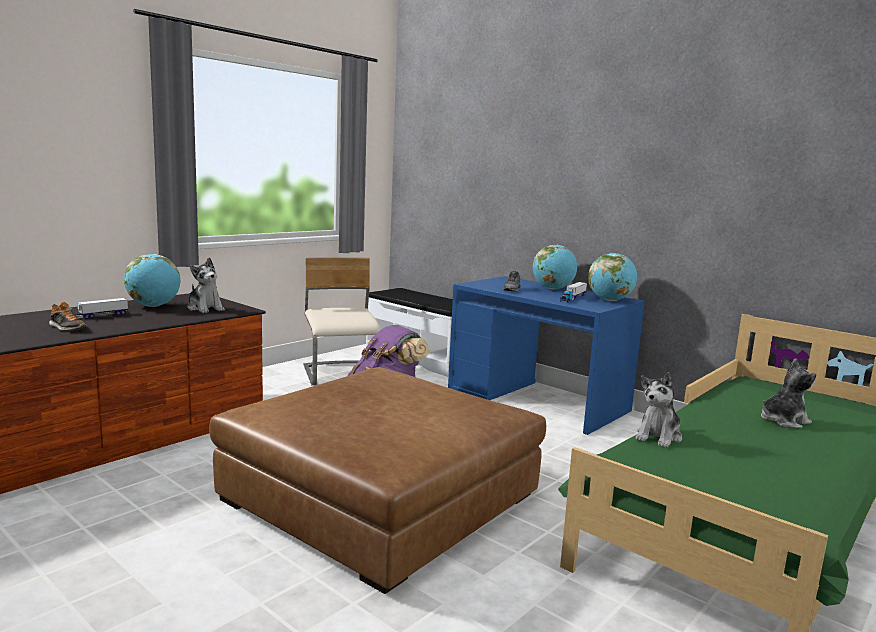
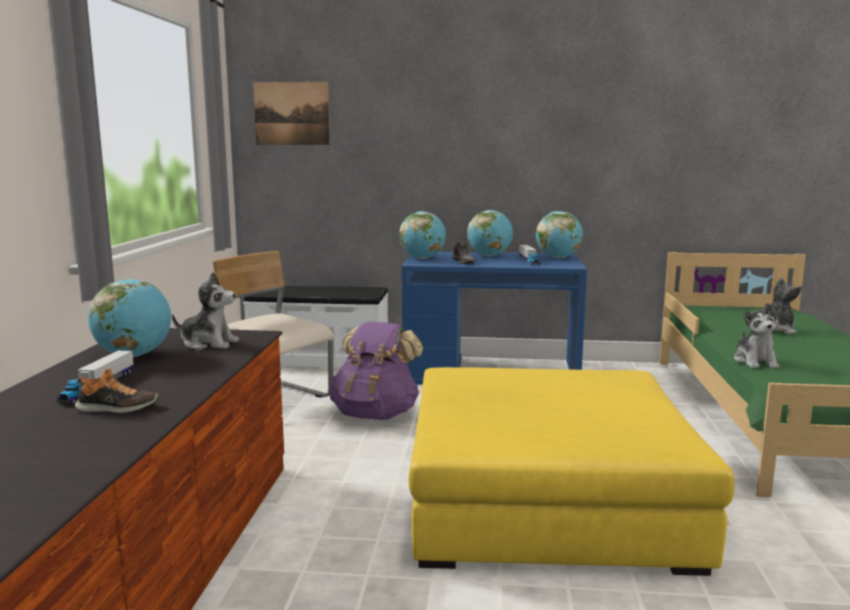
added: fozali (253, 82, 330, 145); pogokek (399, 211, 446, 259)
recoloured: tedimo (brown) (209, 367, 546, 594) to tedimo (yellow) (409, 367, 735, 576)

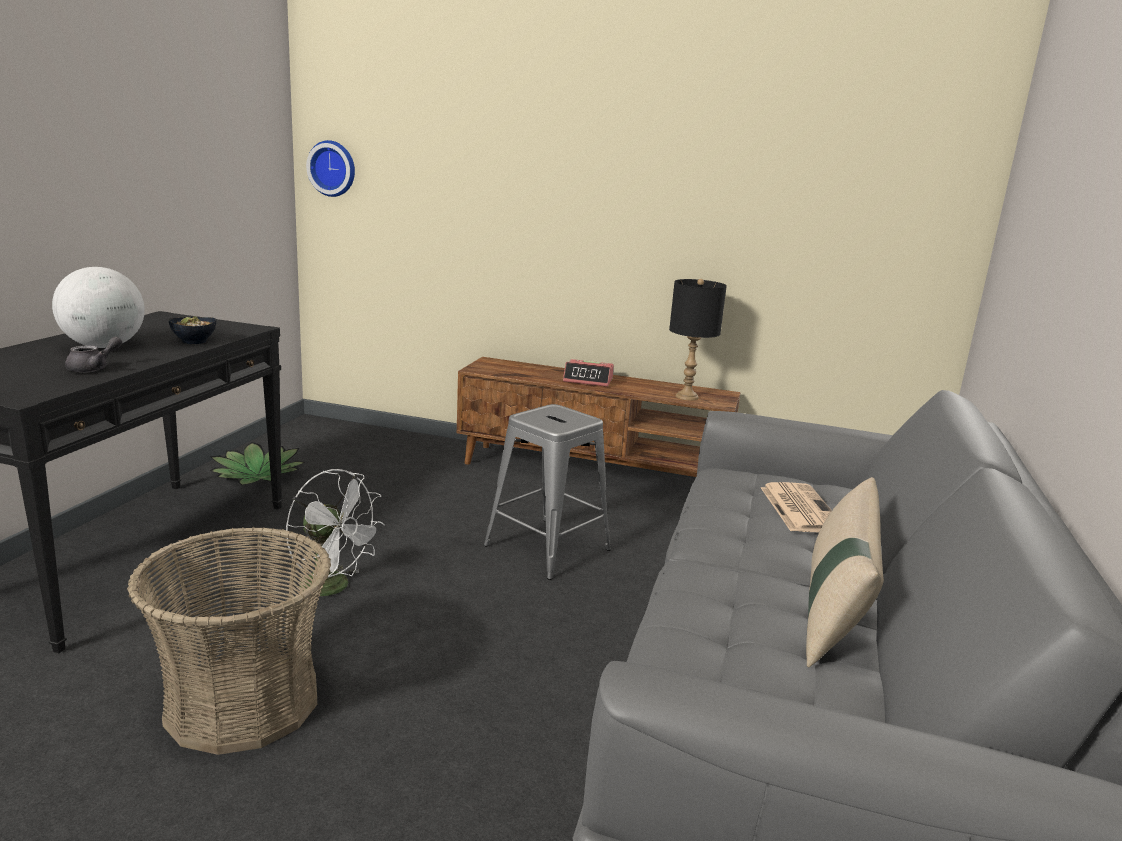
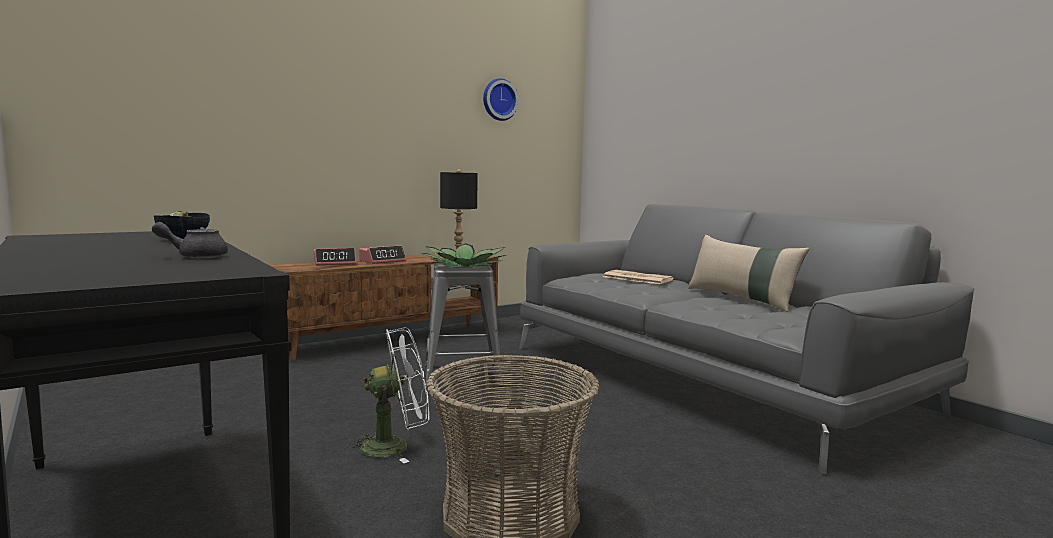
removed: pogokek (52, 267, 145, 348)
added: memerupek (314, 248, 356, 266)
moved: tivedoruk (210, 442, 305, 485) to (423, 243, 506, 267); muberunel (306, 140, 355, 197) to (483, 78, 519, 121)
turned: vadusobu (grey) (65, 336, 122, 373) = (152, 222, 228, 258) 90 degrees counterclockwise

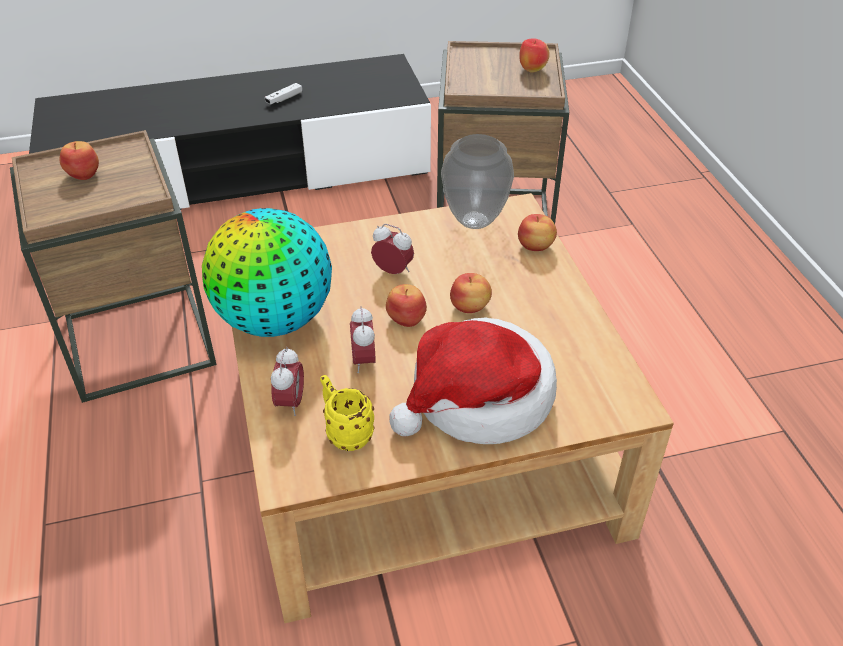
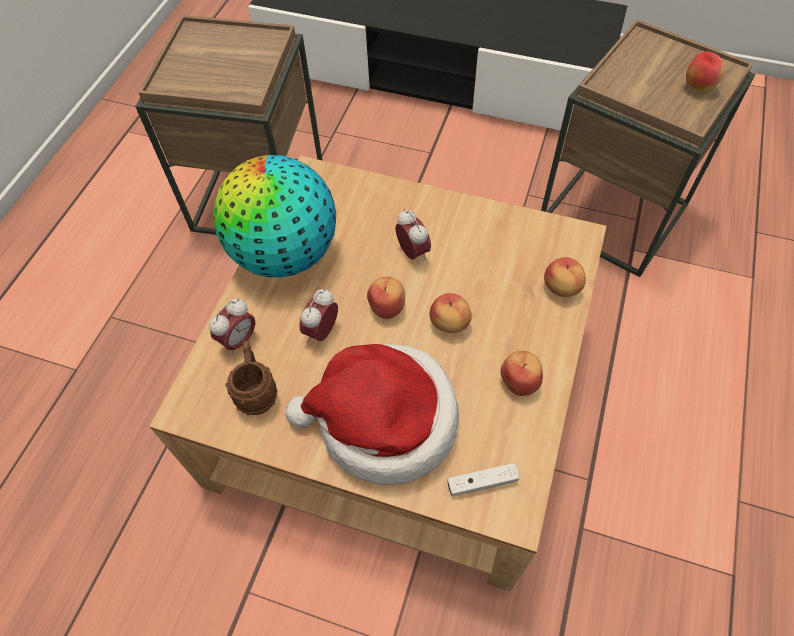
removed: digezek (441, 134, 514, 229)
moved: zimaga (60, 141, 99, 180) to (500, 351, 543, 396); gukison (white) (265, 83, 302, 105) to (447, 463, 520, 496)
recoloured: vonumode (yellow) (320, 375, 375, 451) to vonumode (brown) (226, 341, 278, 415)

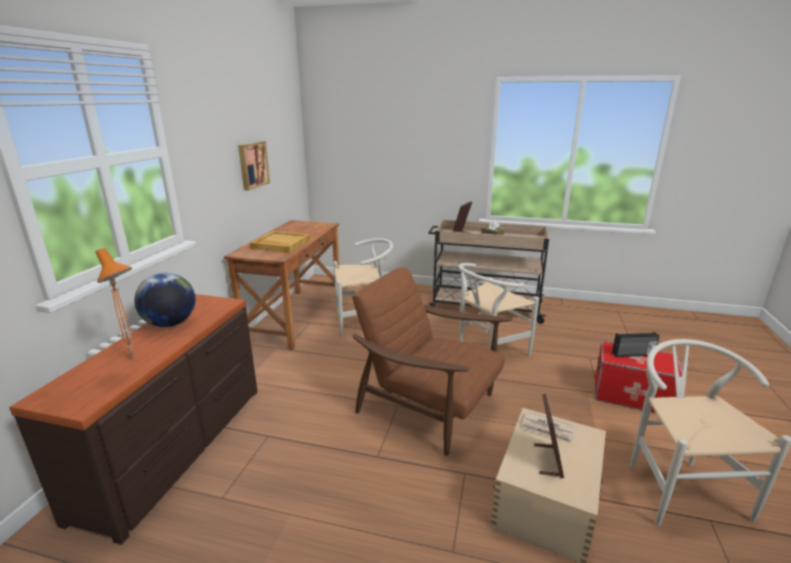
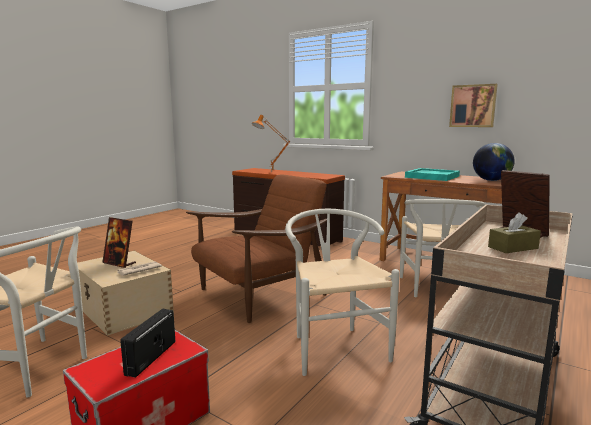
moved: pogokek (134, 273, 195, 327) to (473, 143, 515, 181)
recoloured: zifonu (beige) (249, 231, 310, 253) to zifonu (turquoise) (405, 168, 460, 181)

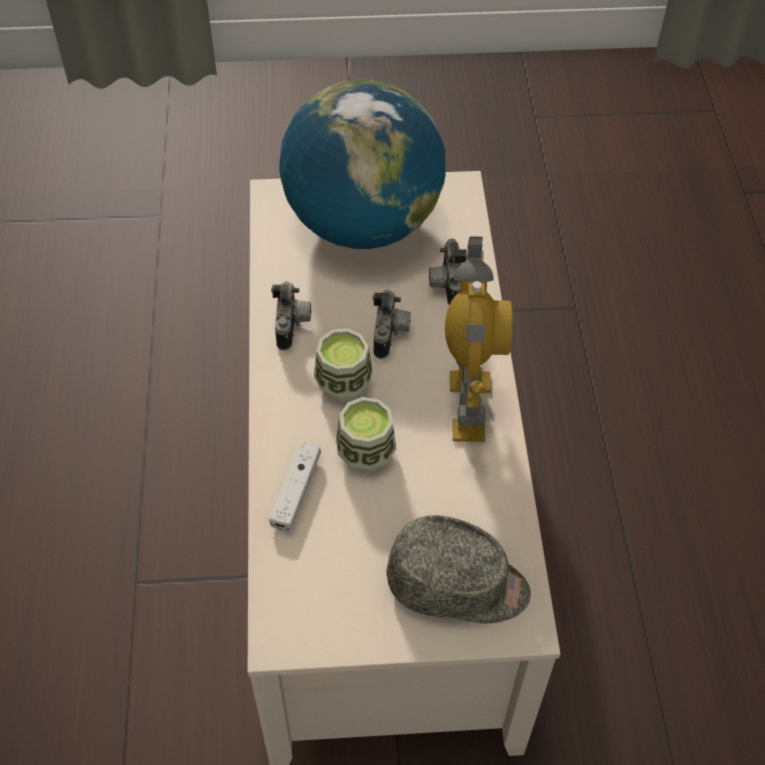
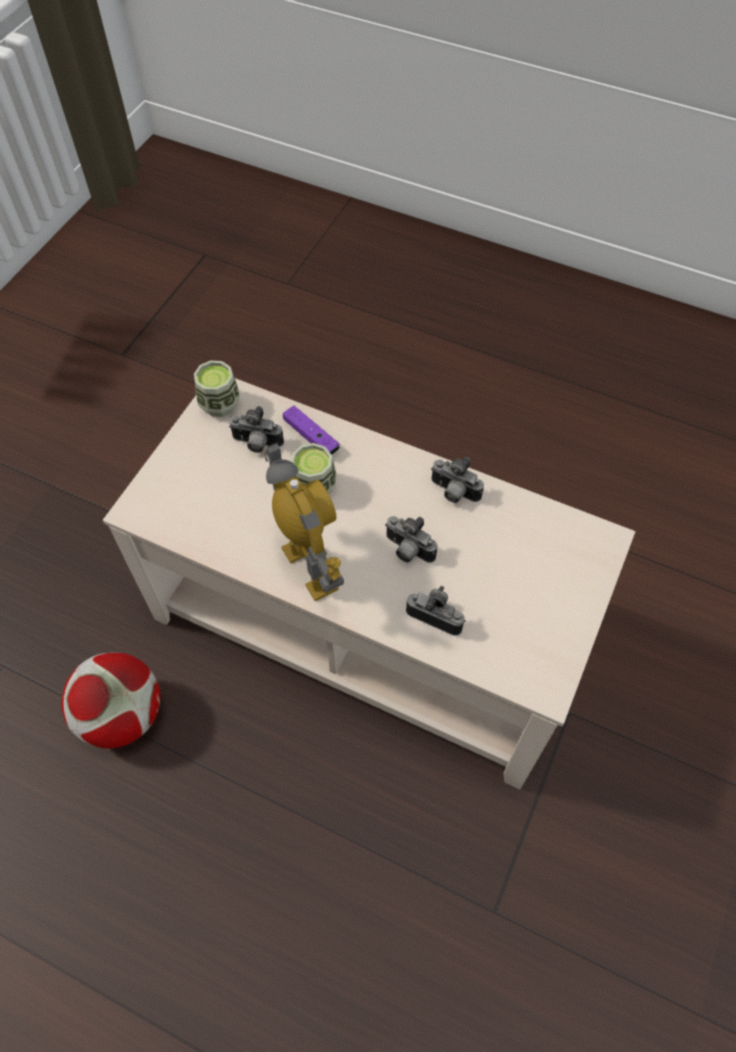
removed: pogokek (279, 79, 445, 249); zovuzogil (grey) (386, 515, 531, 624)
added: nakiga (61, 652, 160, 748); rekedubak (229, 406, 284, 453)
moved: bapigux (314, 328, 373, 402) to (194, 360, 240, 417)
recoloured: gukison (white) (269, 442, 321, 532) to gukison (purple) (283, 406, 340, 455)
turned: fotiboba (445, 236, 513, 442) = (265, 442, 344, 601) 150 degrees counterclockwise

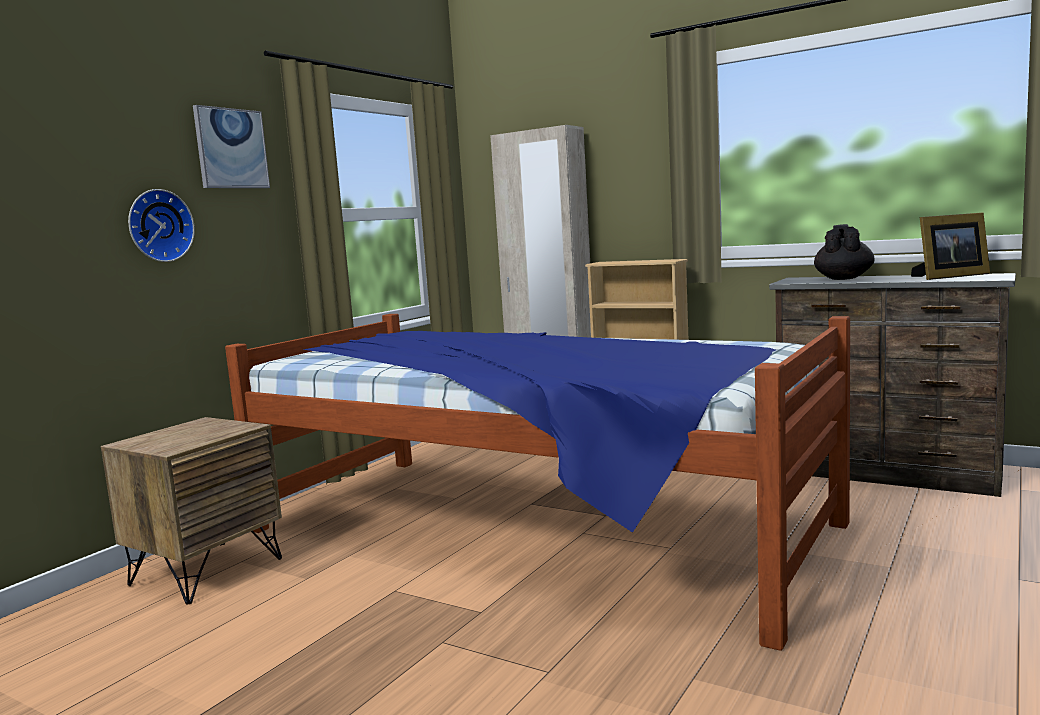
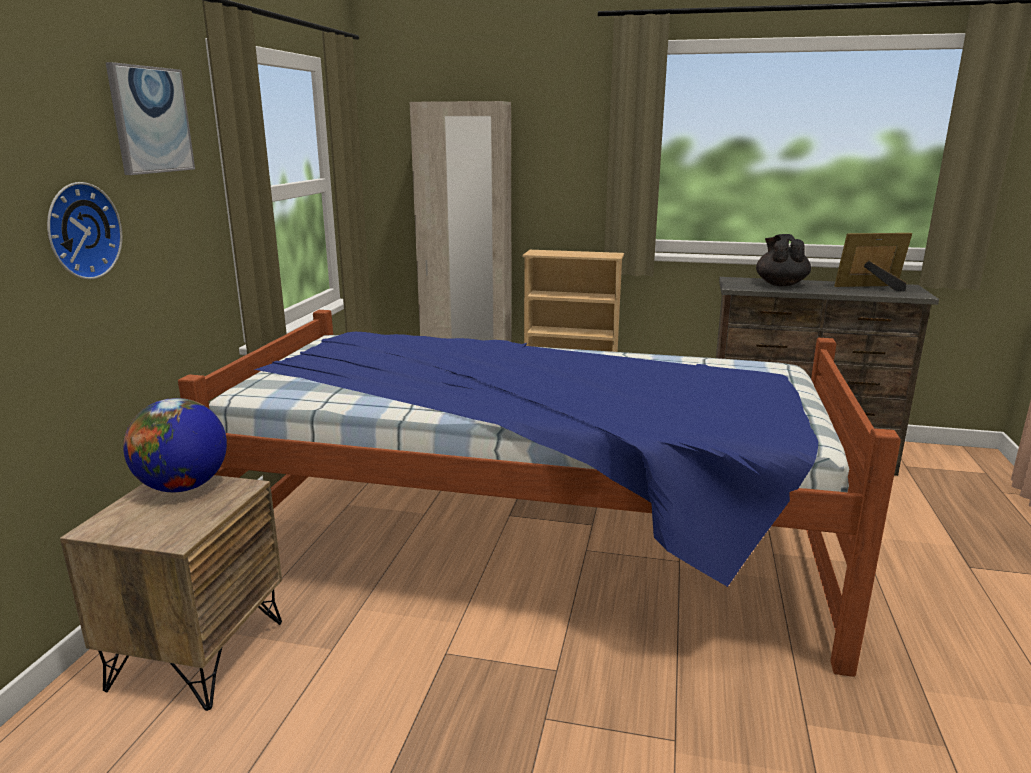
added: pogokek (123, 398, 227, 492)
turned: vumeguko (911, 212, 990, 280) = (834, 233, 912, 291) 150 degrees counterclockwise

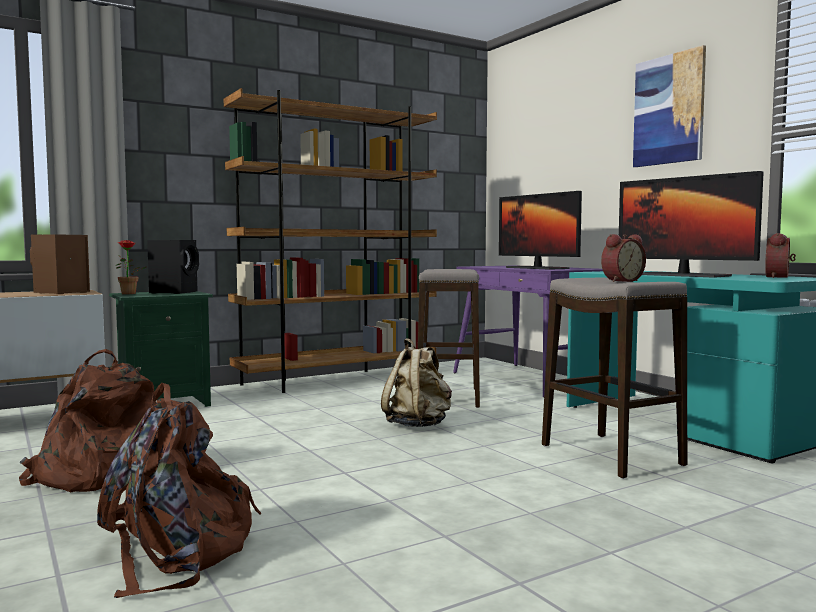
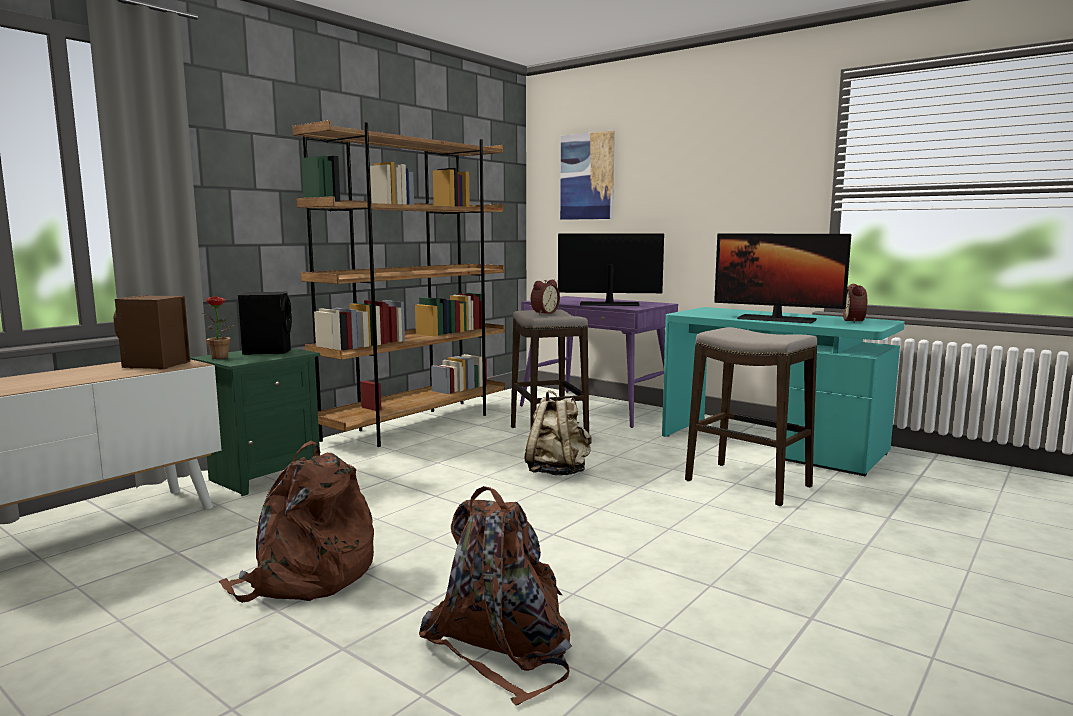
moved: memerupek (601, 234, 646, 282) to (531, 280, 560, 315); fozali (633, 45, 706, 167) to (560, 131, 615, 220)
turned: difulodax (499, 191, 582, 270) = (558, 234, 664, 306) 150 degrees clockwise

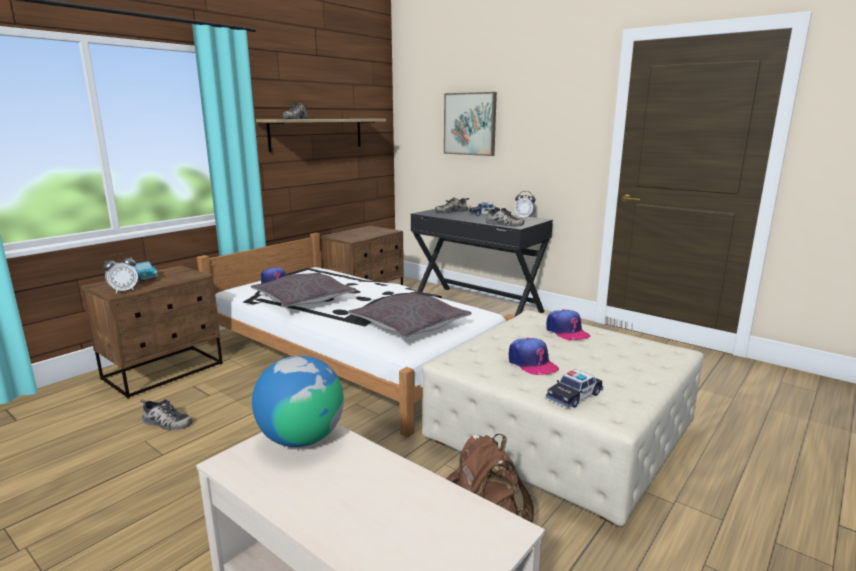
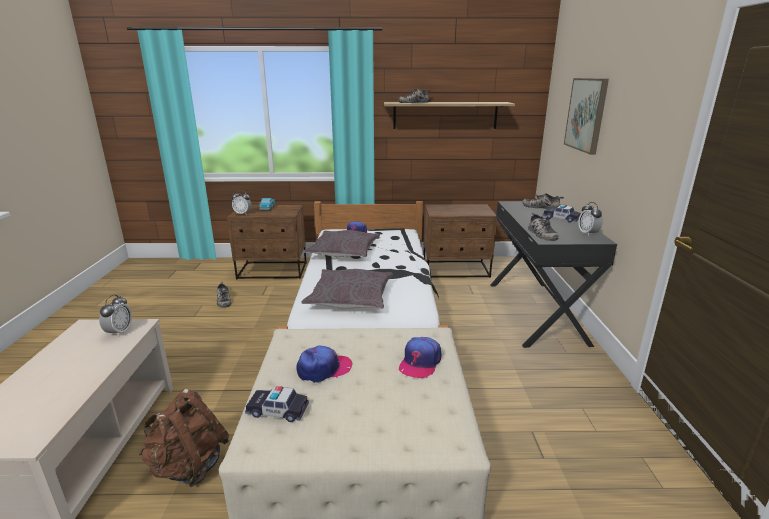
replaced: pogokek (252, 356, 344, 447) to memerupek (99, 294, 132, 337)
turned: zovuzogil (509, 338, 559, 375) = (297, 345, 353, 383) 135 degrees counterclockwise

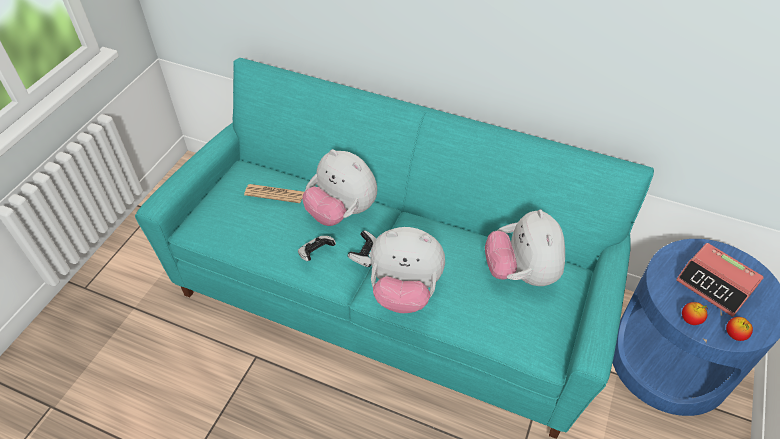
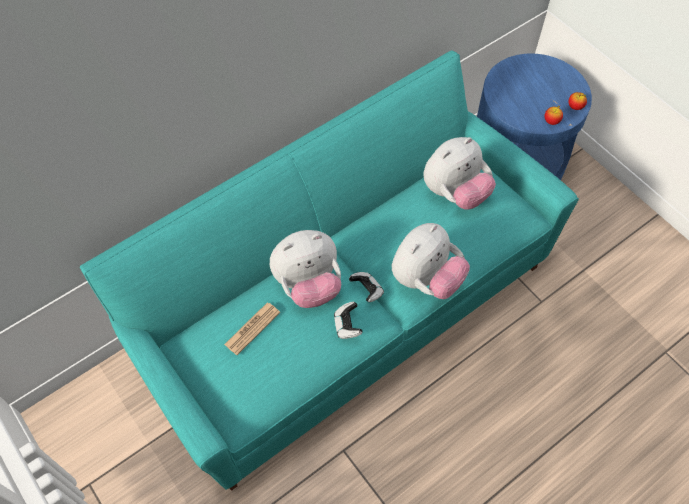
removed: memerupek (676, 243, 763, 317)
turned: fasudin (485, 209, 565, 286) = (423, 137, 496, 209) 60 degrees counterclockwise

